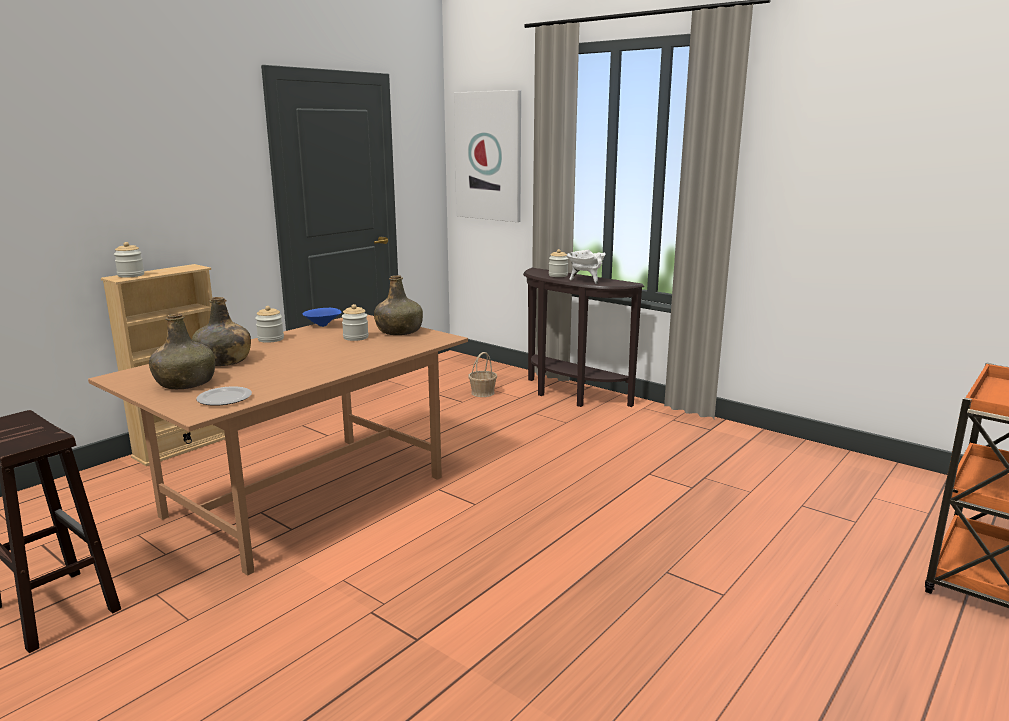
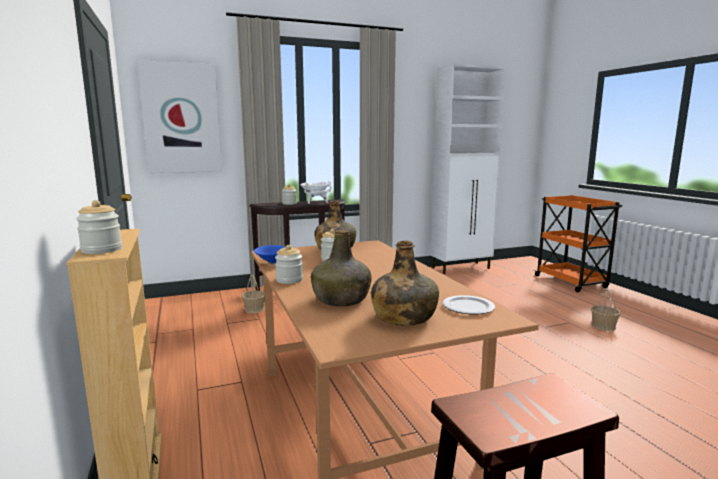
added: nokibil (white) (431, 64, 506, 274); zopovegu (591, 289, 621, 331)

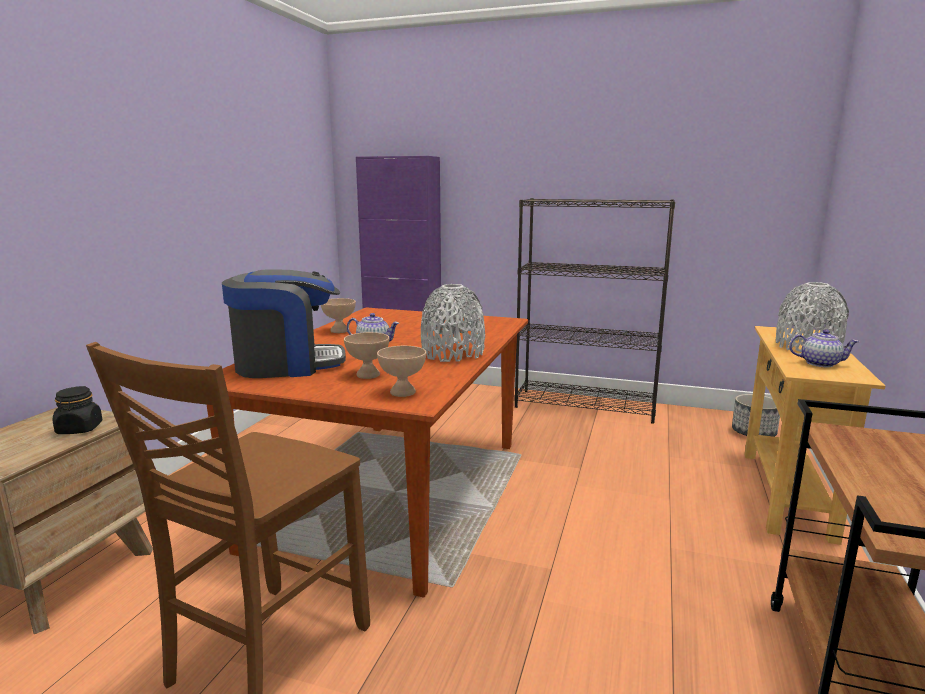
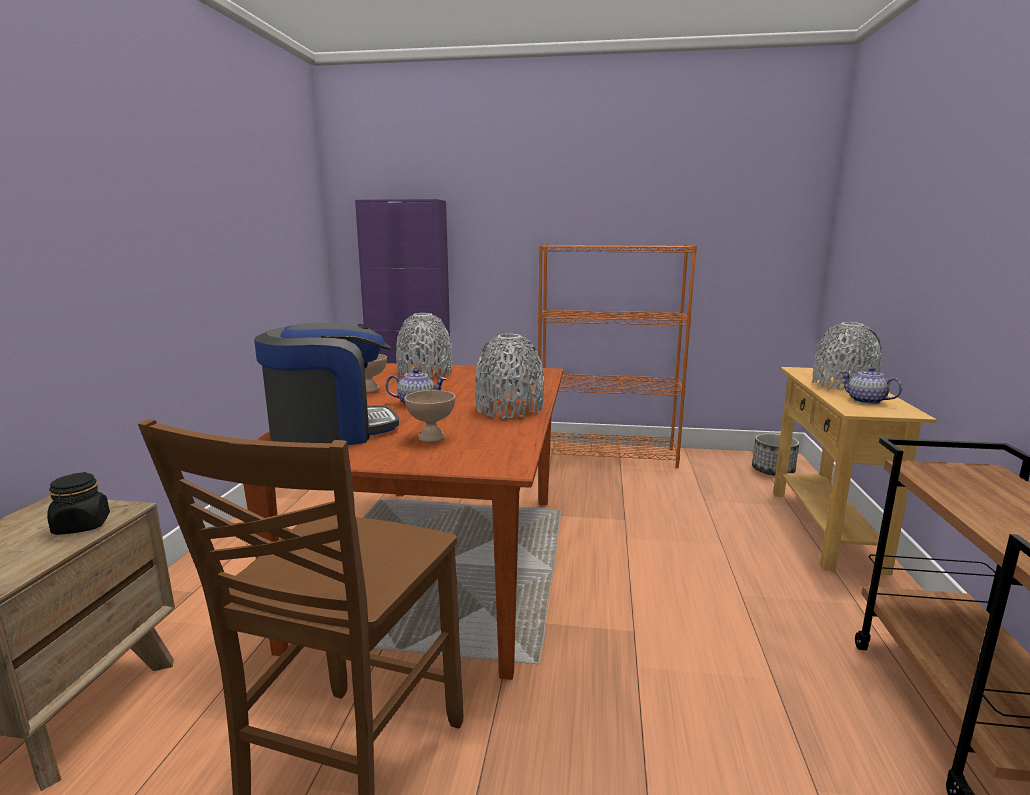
removed: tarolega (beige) (377, 346, 426, 397)
added: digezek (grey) (396, 313, 452, 378)
recoloured: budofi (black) (514, 198, 675, 424) to budofi (orange) (538, 244, 697, 468)
turned: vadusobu (789, 329, 859, 367) = (840, 367, 902, 404) 135 degrees counterclockwise

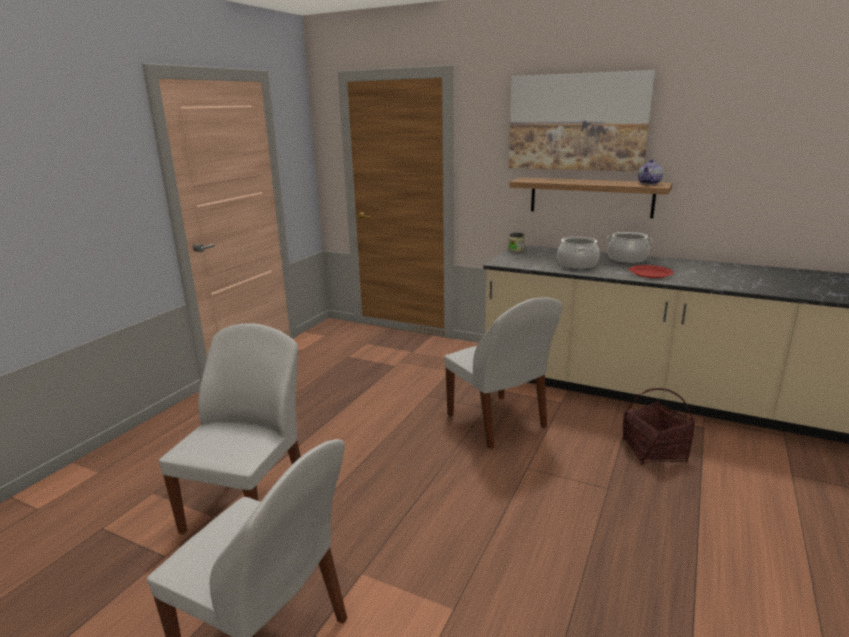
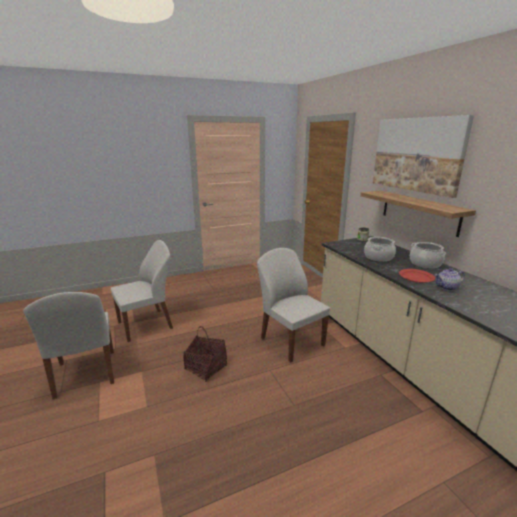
moved: zopovegu (623, 388, 695, 465) to (183, 326, 227, 382); vadusobu (638, 160, 663, 185) to (435, 268, 465, 291)
turned: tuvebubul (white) (444, 297, 563, 449) = (257, 248, 330, 363) 135 degrees clockwise

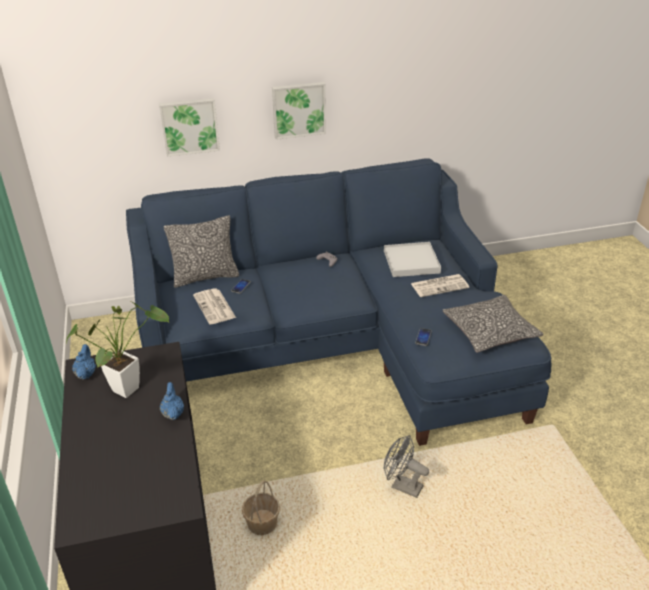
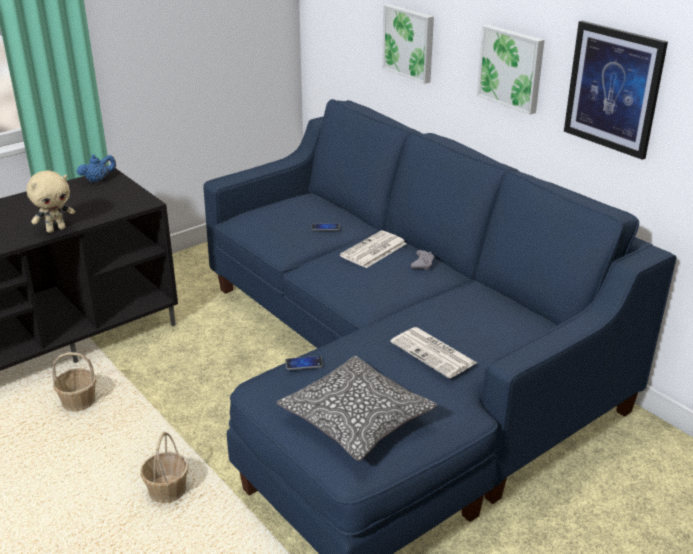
removed: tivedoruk (66, 300, 169, 398); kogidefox (164, 215, 239, 288); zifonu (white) (384, 242, 441, 277)
added: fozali (564, 21, 668, 160)
moved: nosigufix (193, 288, 236, 324) to (340, 231, 407, 268)
replaced: vadusobu (blue) (160, 382, 184, 420) to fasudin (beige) (27, 170, 75, 233); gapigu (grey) (384, 435, 429, 498) to zopovegu (140, 432, 189, 503)

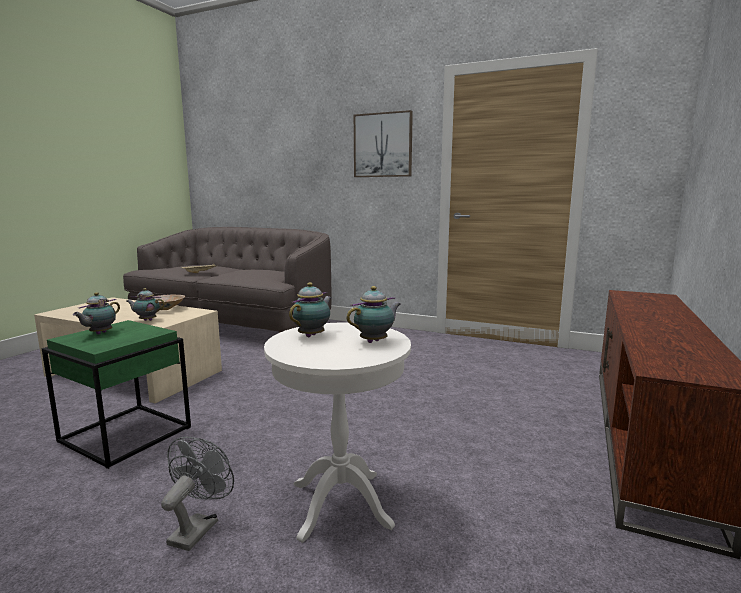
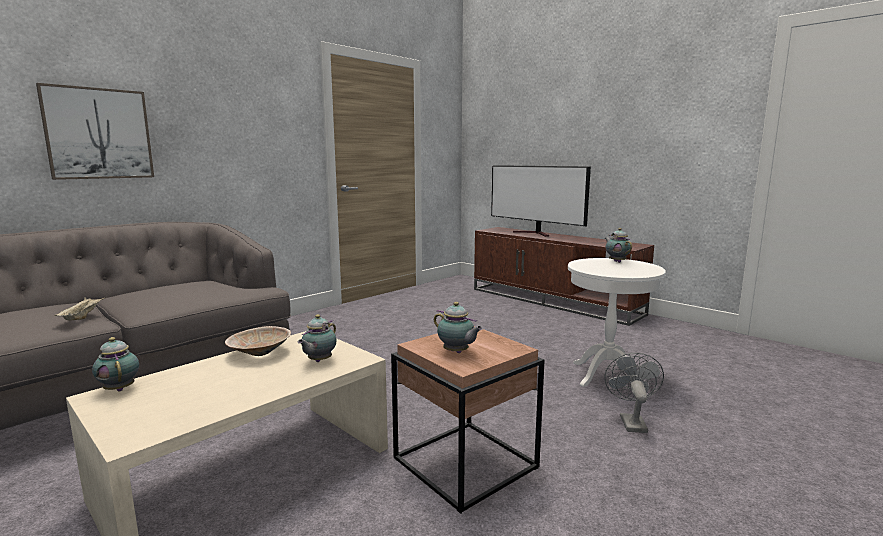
added: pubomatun (491, 165, 591, 237)
moved: vadusobu (289, 282, 331, 337) to (92, 337, 139, 391); fozali (354, 110, 413, 177) to (36, 83, 154, 180)
recoloured: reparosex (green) (42, 320, 191, 469) to reparosex (brown) (391, 326, 545, 514)
turned: gapigu (grey) (161, 437, 234, 551) = (604, 353, 664, 433) 60 degrees clockwise

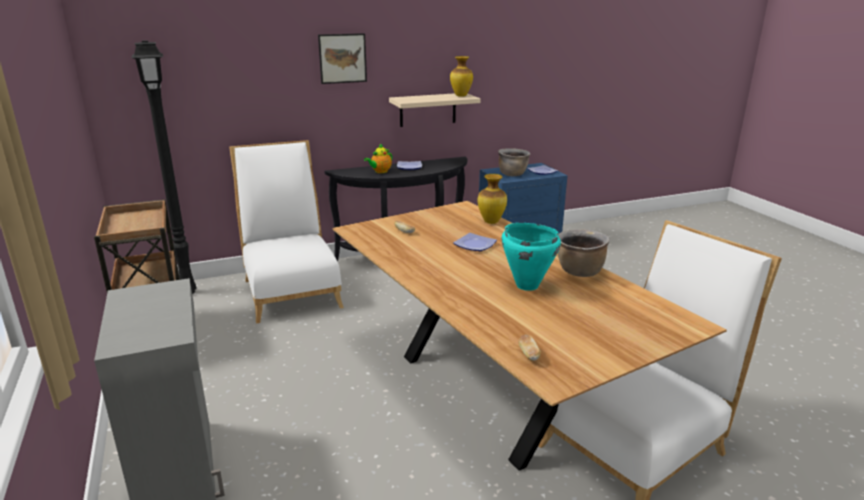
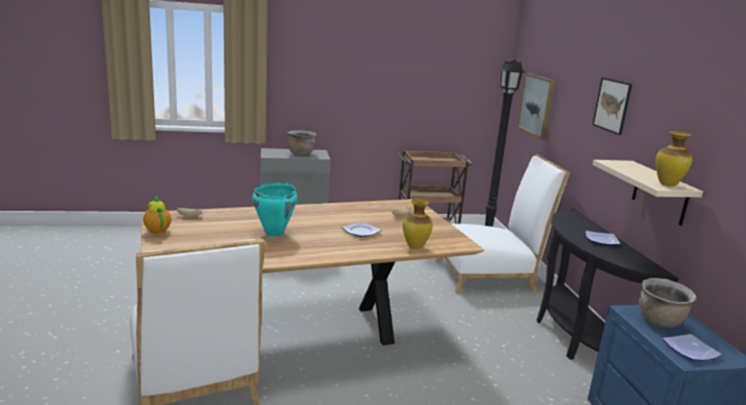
added: fozali (517, 73, 555, 140)
moved: vadusobu (364, 143, 392, 173) to (143, 196, 171, 234); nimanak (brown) (558, 229, 610, 277) to (287, 130, 316, 155)

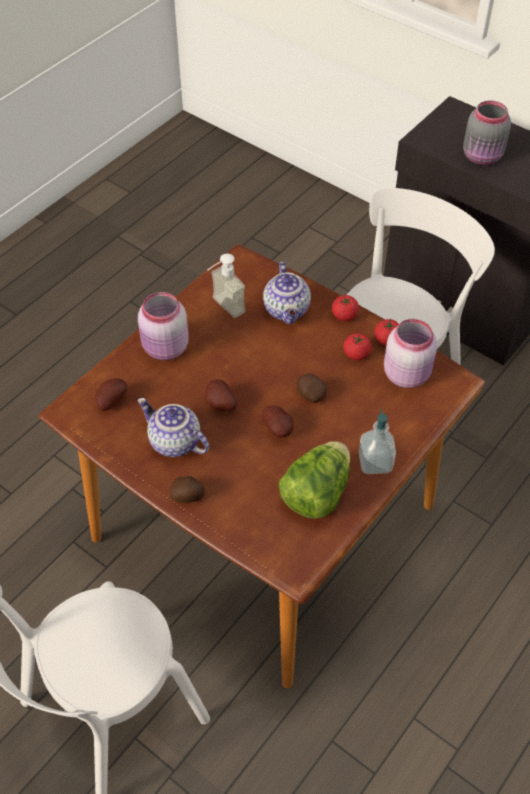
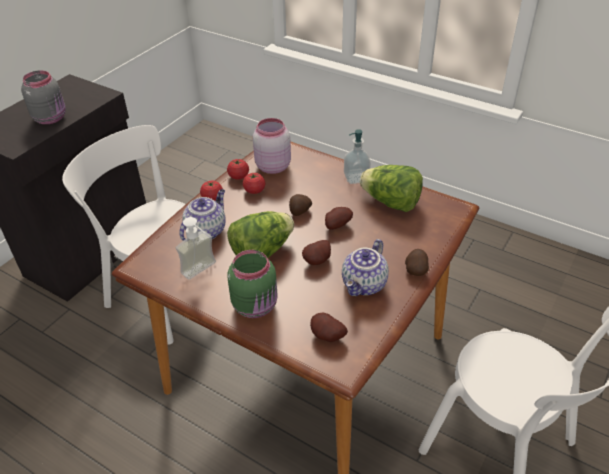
added: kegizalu (227, 211, 294, 258)
recoloured: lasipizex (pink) (138, 292, 189, 360) to lasipizex (green) (227, 250, 278, 318)
turned: vadusobu (263, 262, 311, 324) = (180, 189, 226, 241) 45 degrees counterclockwise

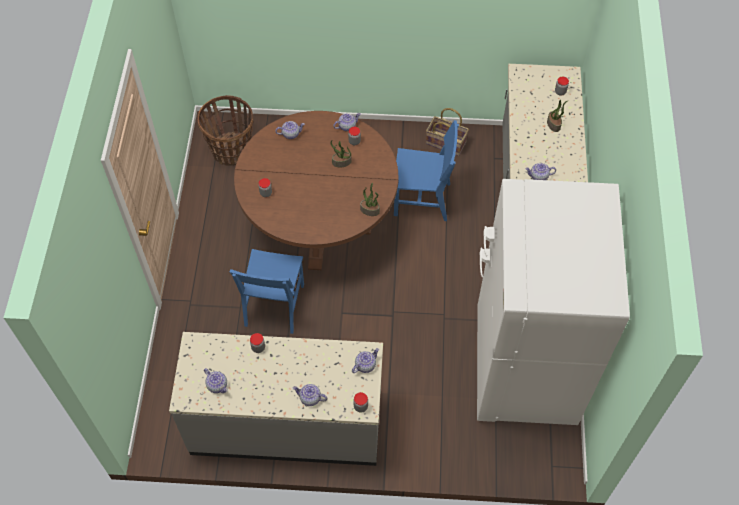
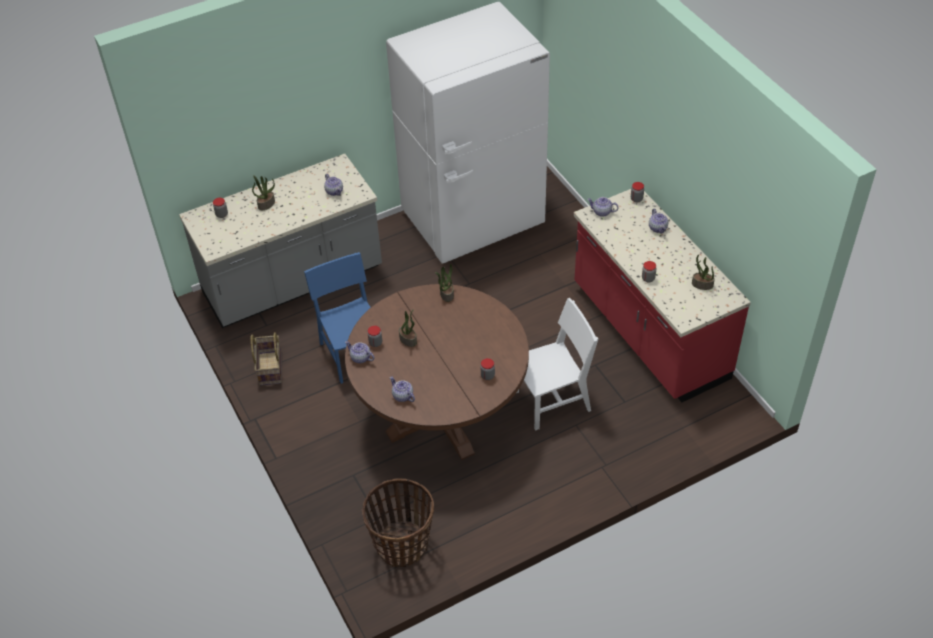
replaced: vadusobu (204, 368, 227, 393) to tivedoruk (692, 255, 715, 290)
recoloured: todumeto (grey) (169, 332, 383, 466) to todumeto (red) (574, 189, 751, 402); tuvebubul (blue) (230, 249, 304, 334) to tuvebubul (white) (517, 298, 598, 431)

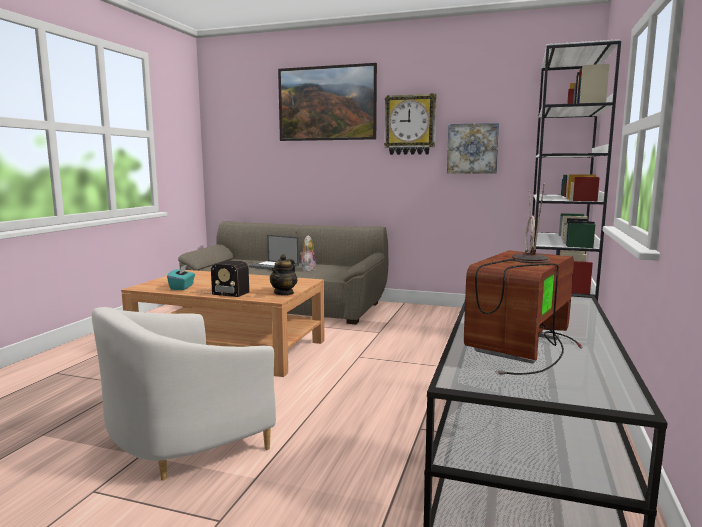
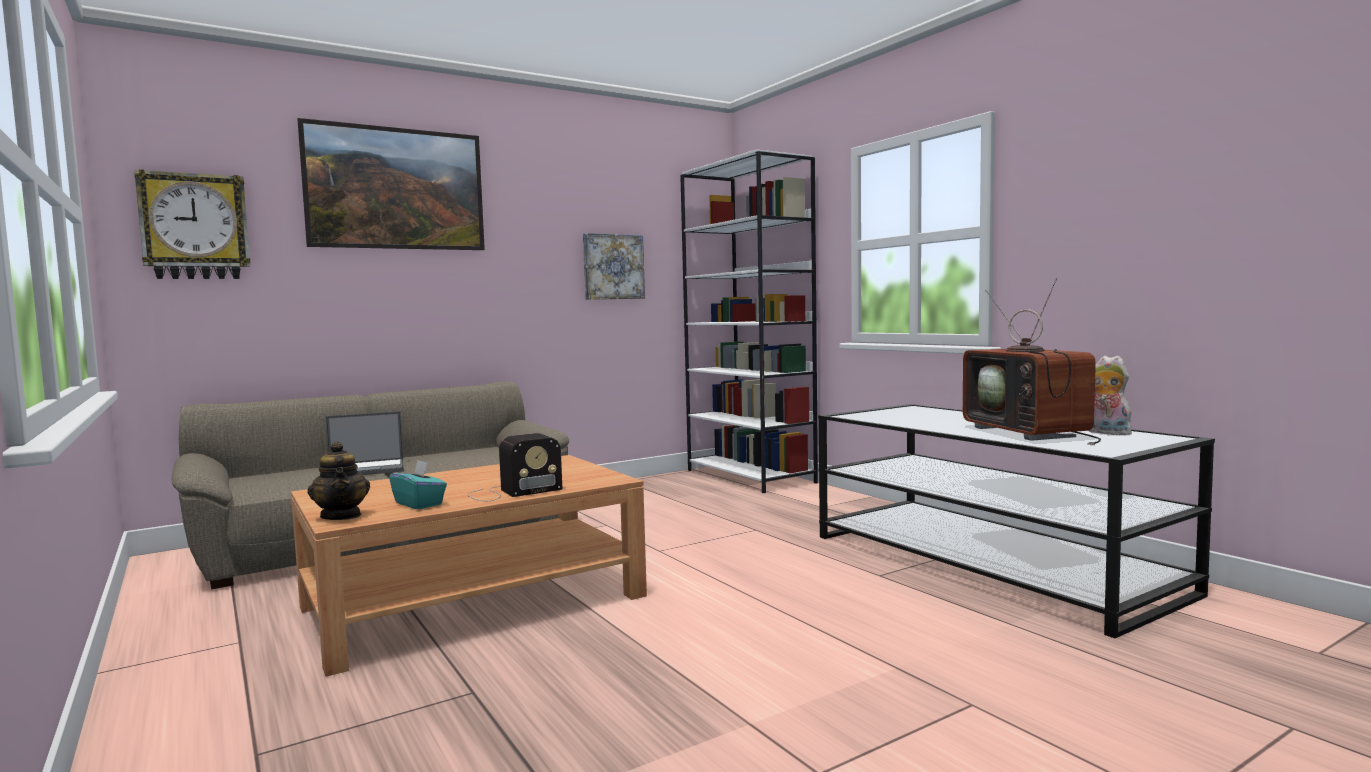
removed: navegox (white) (92, 307, 276, 480)
moved: vadusobu (270, 254, 298, 296) to (308, 441, 370, 520); fasudin (300, 235, 316, 271) to (1089, 356, 1132, 435); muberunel (384, 93, 437, 155) to (134, 169, 251, 279)

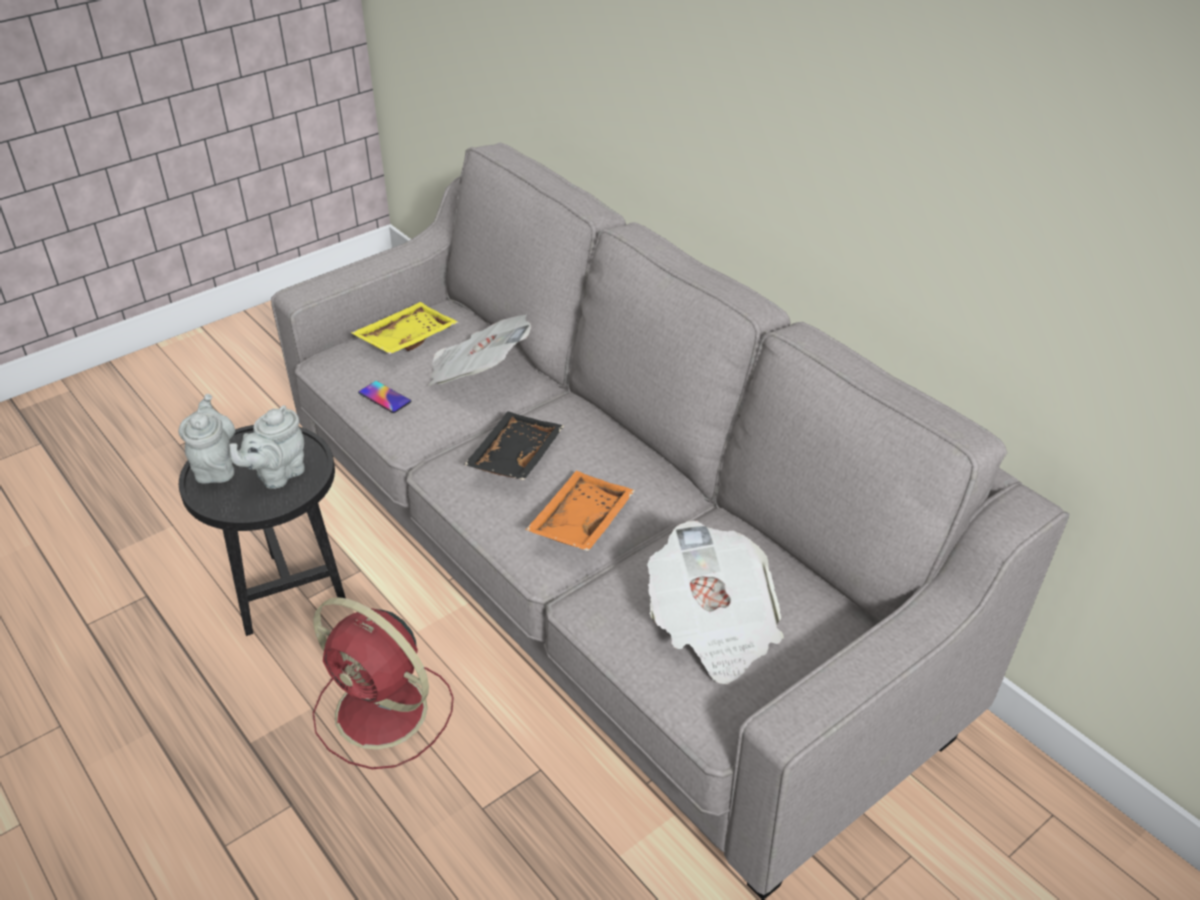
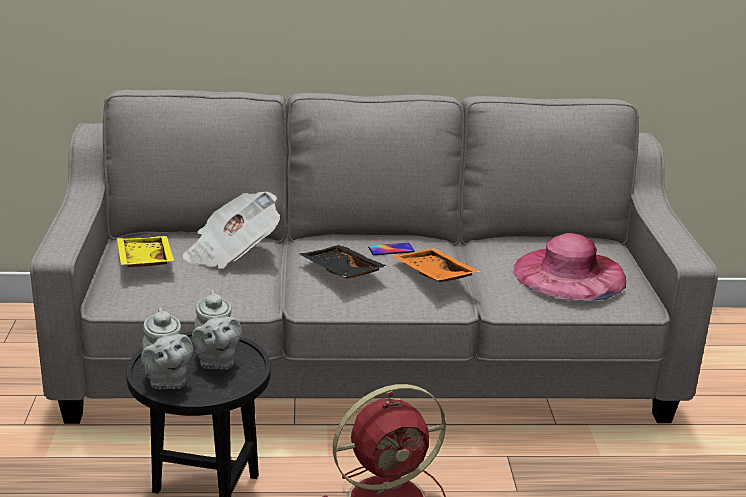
moved: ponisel (358, 381, 411, 413) to (368, 243, 415, 255)
replaced: nosigufix (647, 520, 784, 685) to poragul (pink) (513, 233, 626, 301)
turned: vadusobu (grey) (178, 394, 235, 484) = (141, 307, 193, 389) 135 degrees counterclockwise

